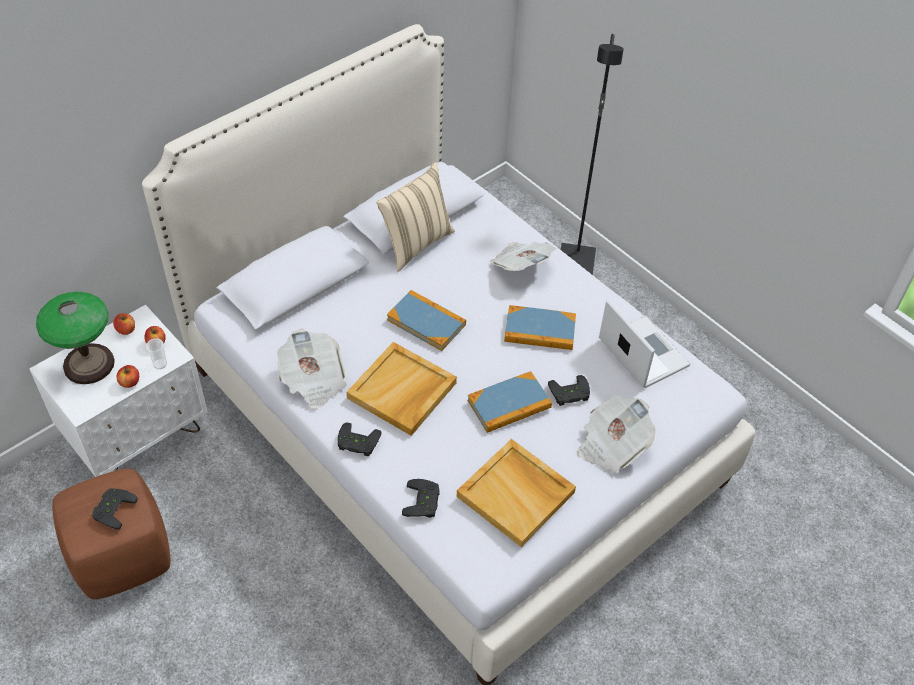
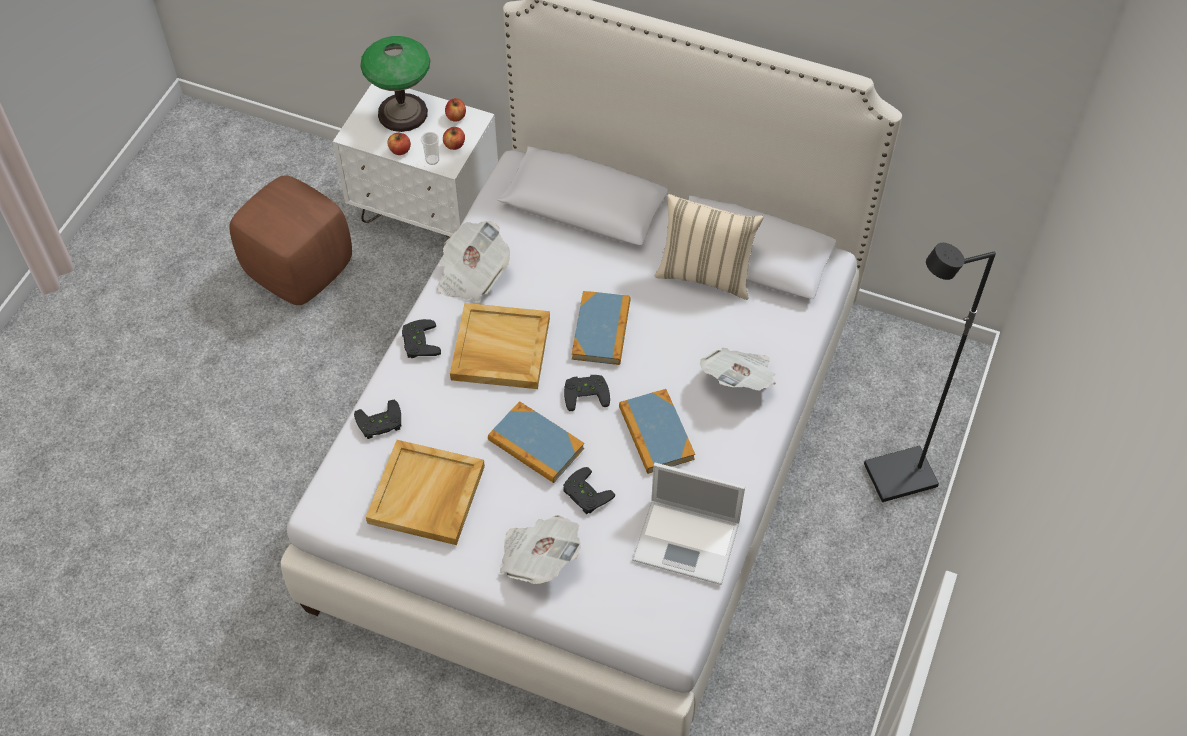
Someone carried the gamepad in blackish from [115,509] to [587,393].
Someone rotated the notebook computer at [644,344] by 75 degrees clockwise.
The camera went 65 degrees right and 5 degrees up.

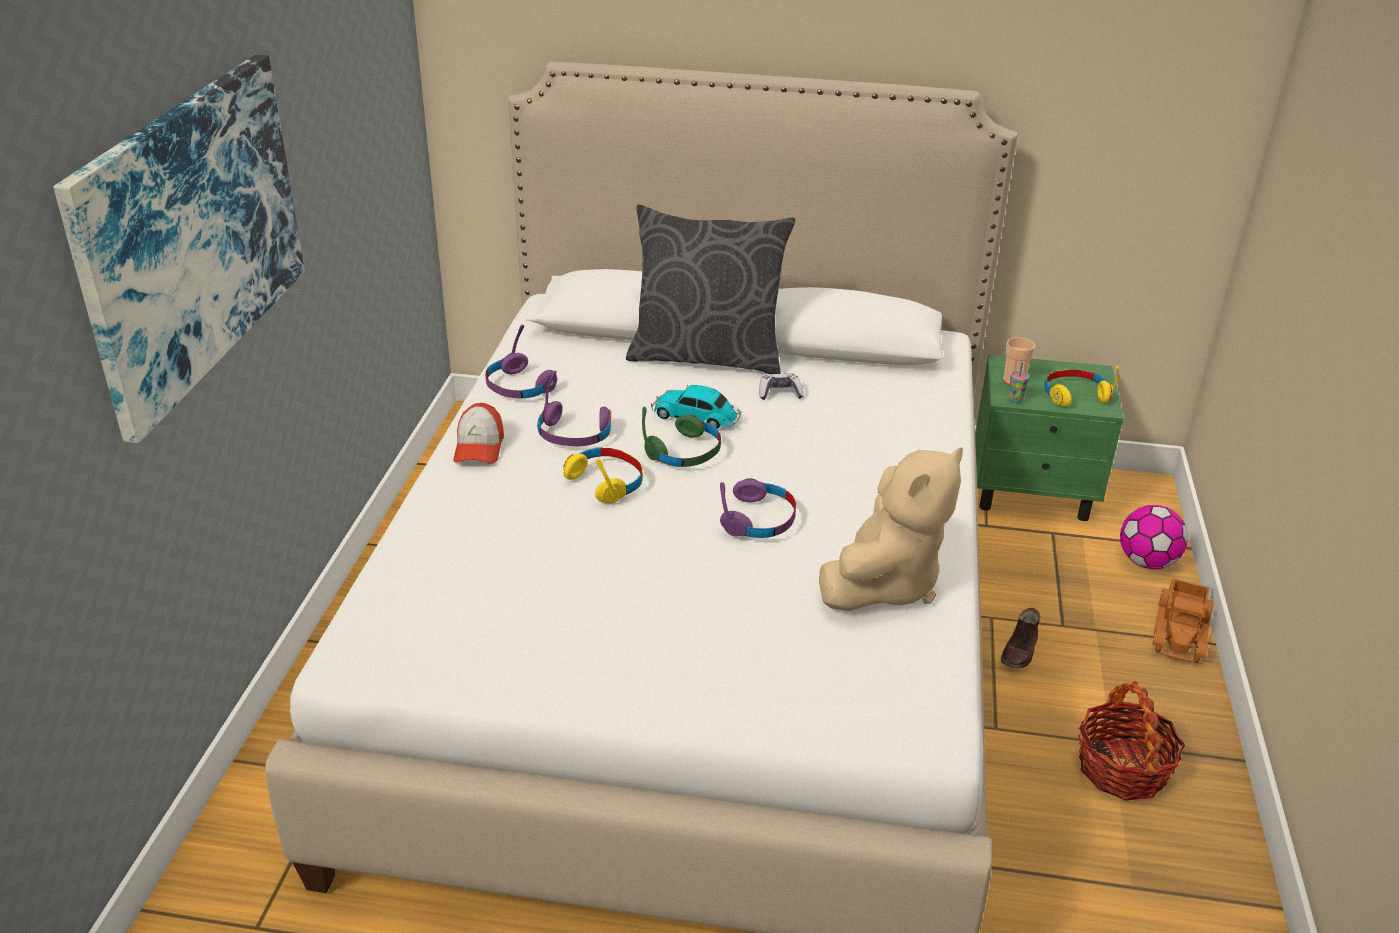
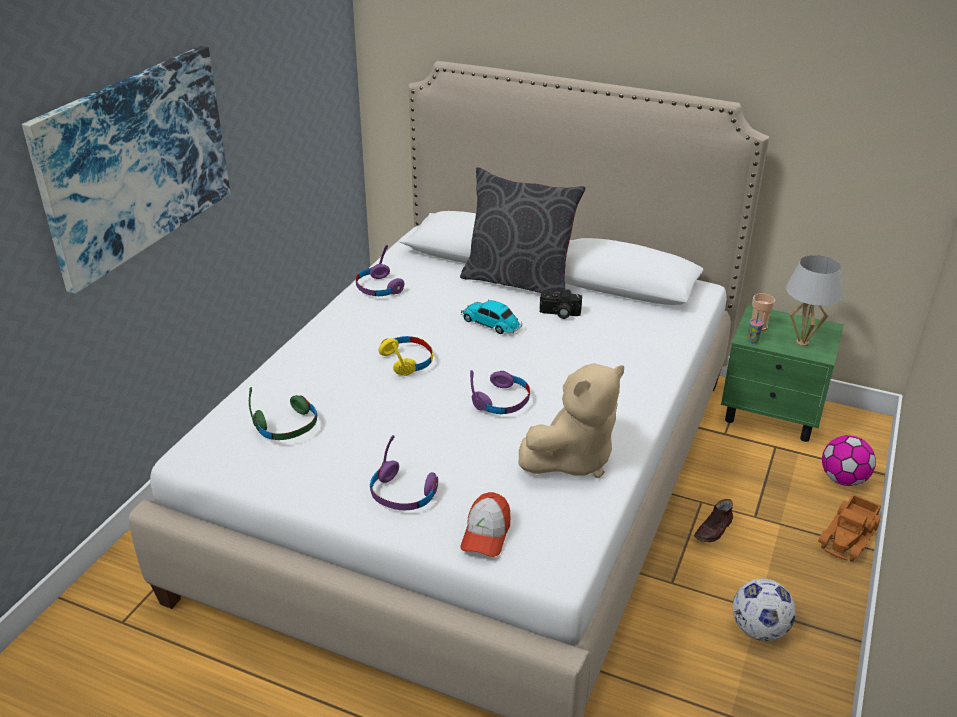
Someone carried the headset in greenish from [681,437] to [283,413].
Someone carried the headset in purple from [574,408] to [404,472].
Someone carried the baseball cap from [478,433] to [485,524].
Someone swapped the gamepad at [781,387] for the photo camera at [561,304].
Someone swapped the household basket at [1131,741] for the football at [764,609].
Someone swapped the headset in yellow-coloured at [1081,386] for the lamp for a table in whitish at [814,300].
The camera went 15 degrees right and 0 degrees up.

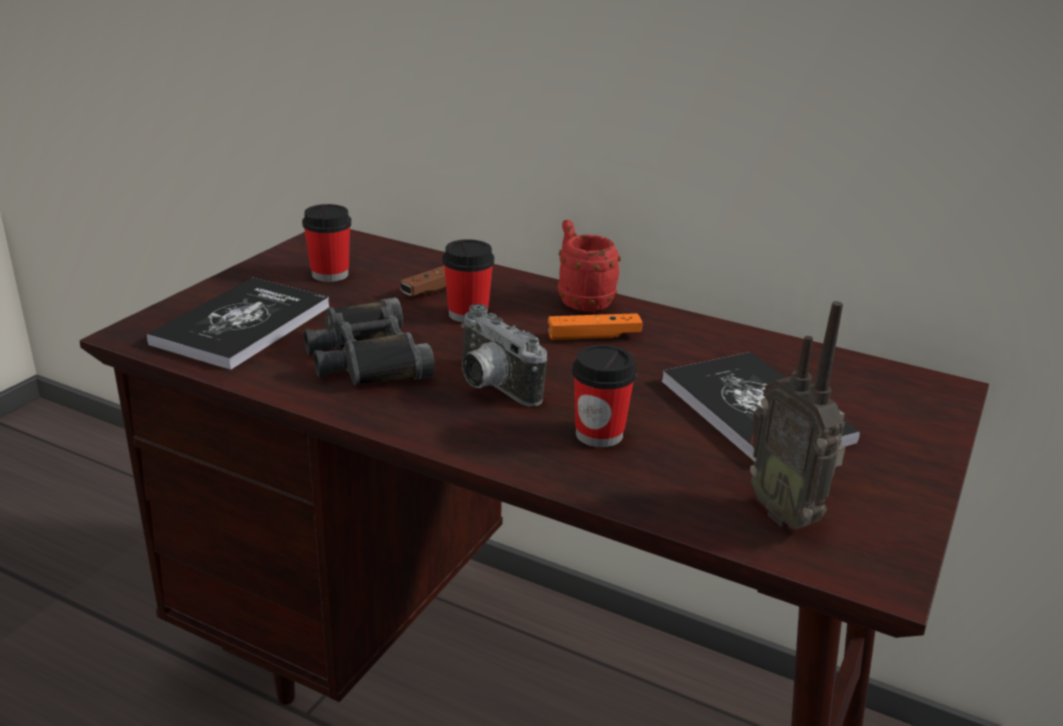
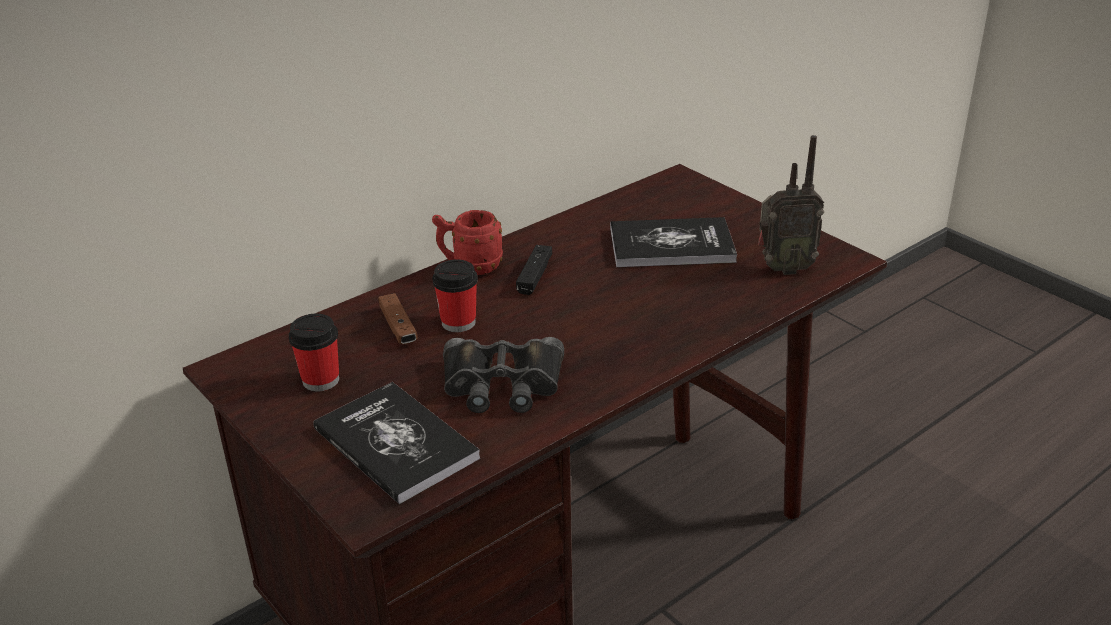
Someone repainted the gamepad in orangey at [595,326], which became the gamepad in blackish at [534,270].
Someone took away the photo camera at [504,355].
Someone took away the small cup at [604,396].
The camera went 65 degrees left and 5 degrees up.

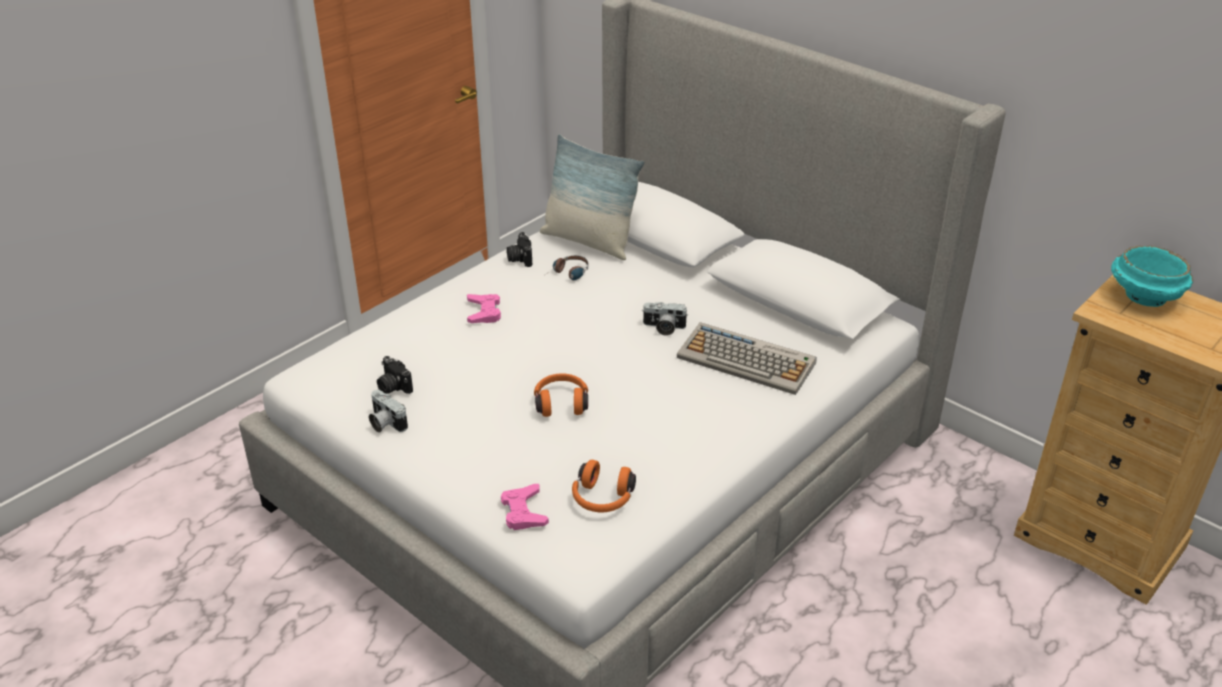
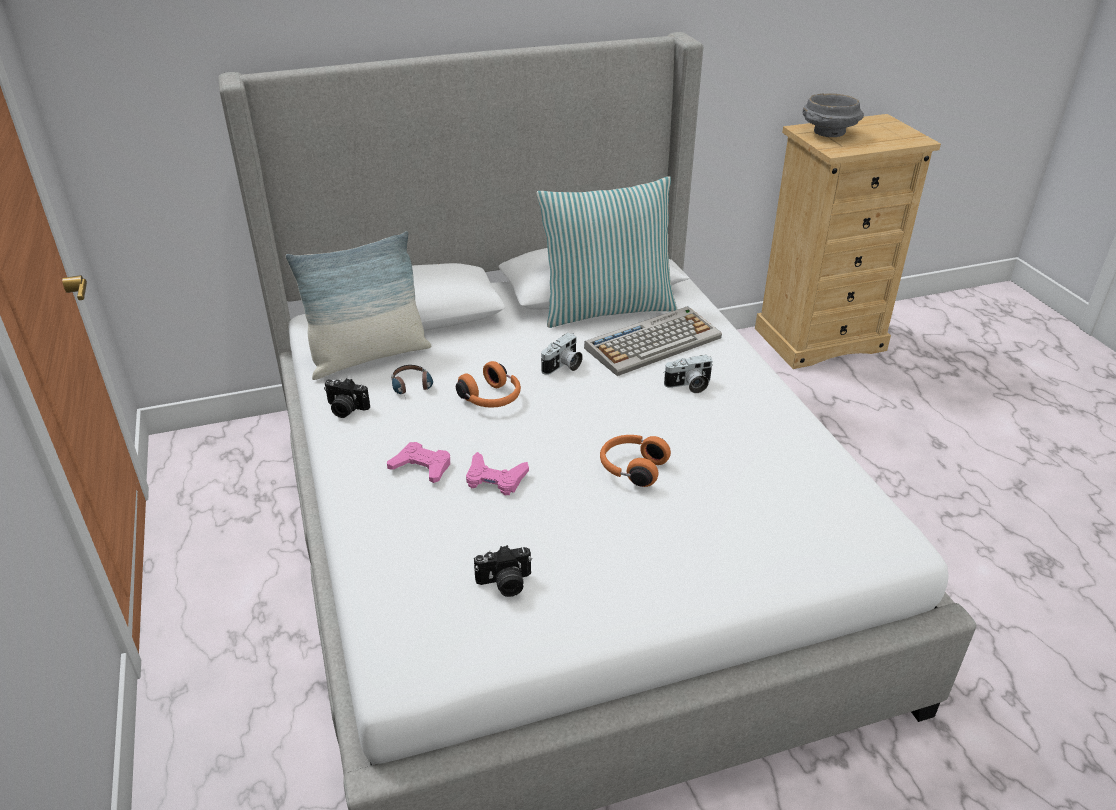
Someone carried the headset in orangey from [604,486] to [488,384].
Someone carried the gamepad in pink-coloured from [525,507] to [497,473].
Someone put down the cushion at [607,252].
Someone carried the photo camera from [388,411] to [688,374].
Someone repainted the bowl in turquoise at [1152,276], which became the bowl in greyish at [833,115].
The camera went 60 degrees left and 0 degrees up.

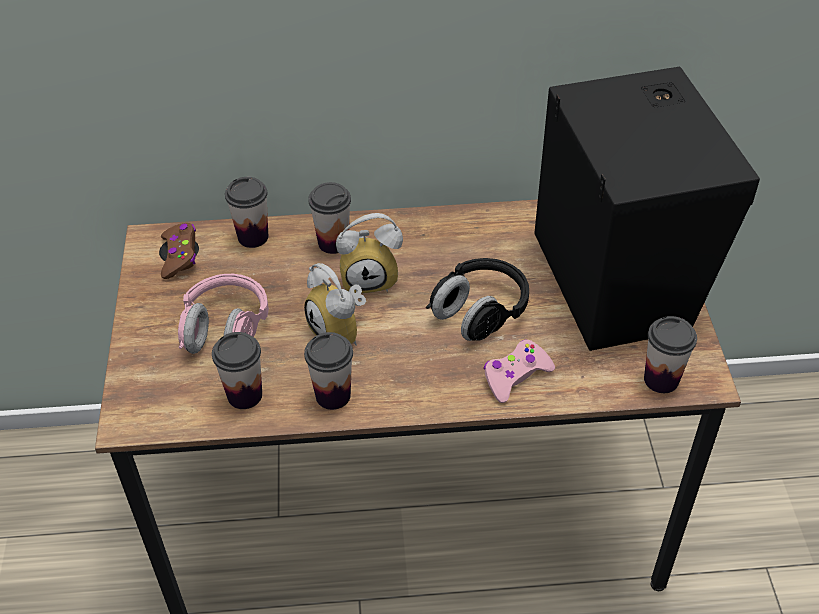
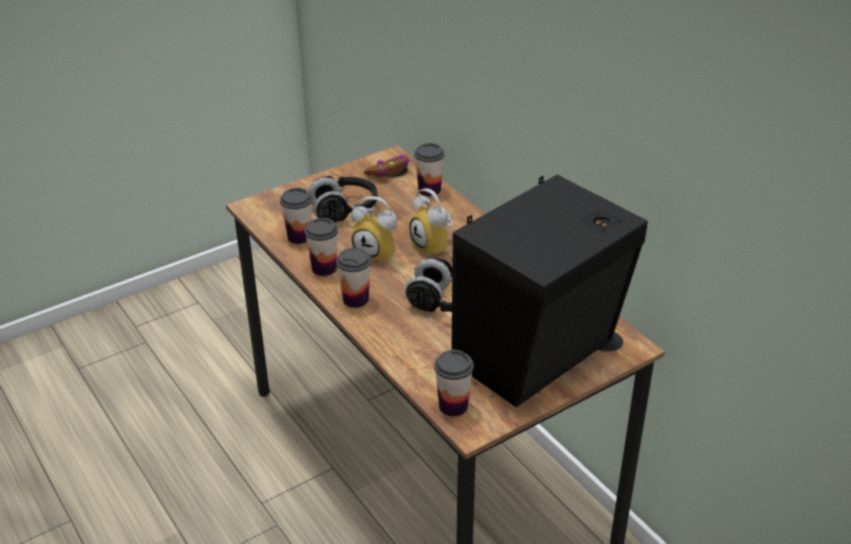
Someone repainted the headset in pink-coloured at [223,314], which became the headset in blackish at [343,199].
Someone carried the small cup from [329,218] to [353,278].
Someone rotated the alarm clock at [335,304] by 90 degrees counterclockwise.
Someone took away the gamepad in pink-coloured at [519,371].
The camera went 60 degrees right and 10 degrees down.

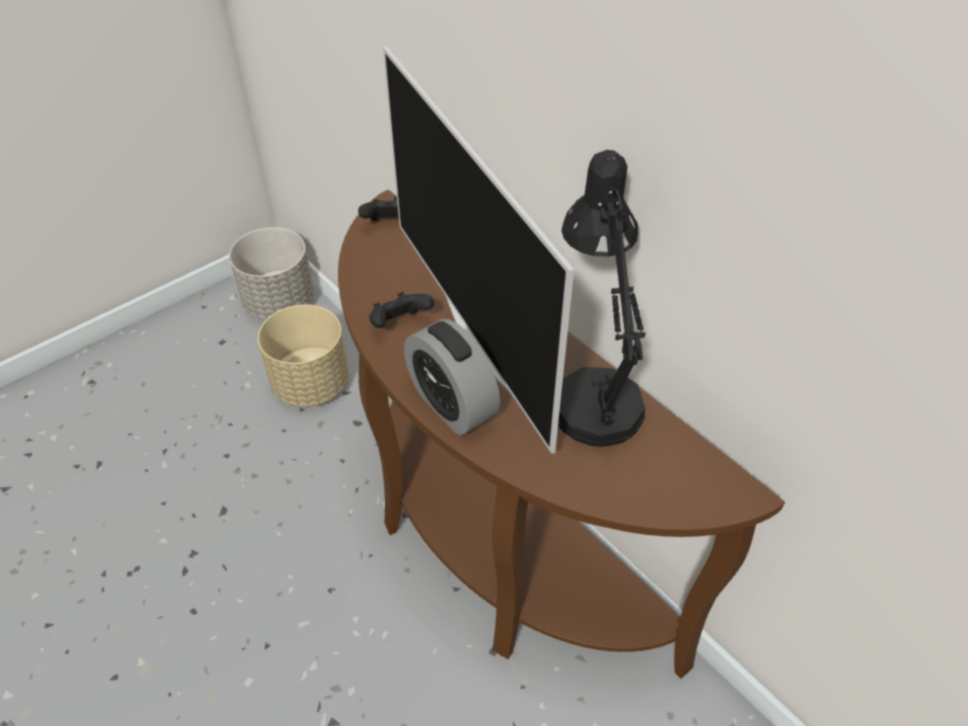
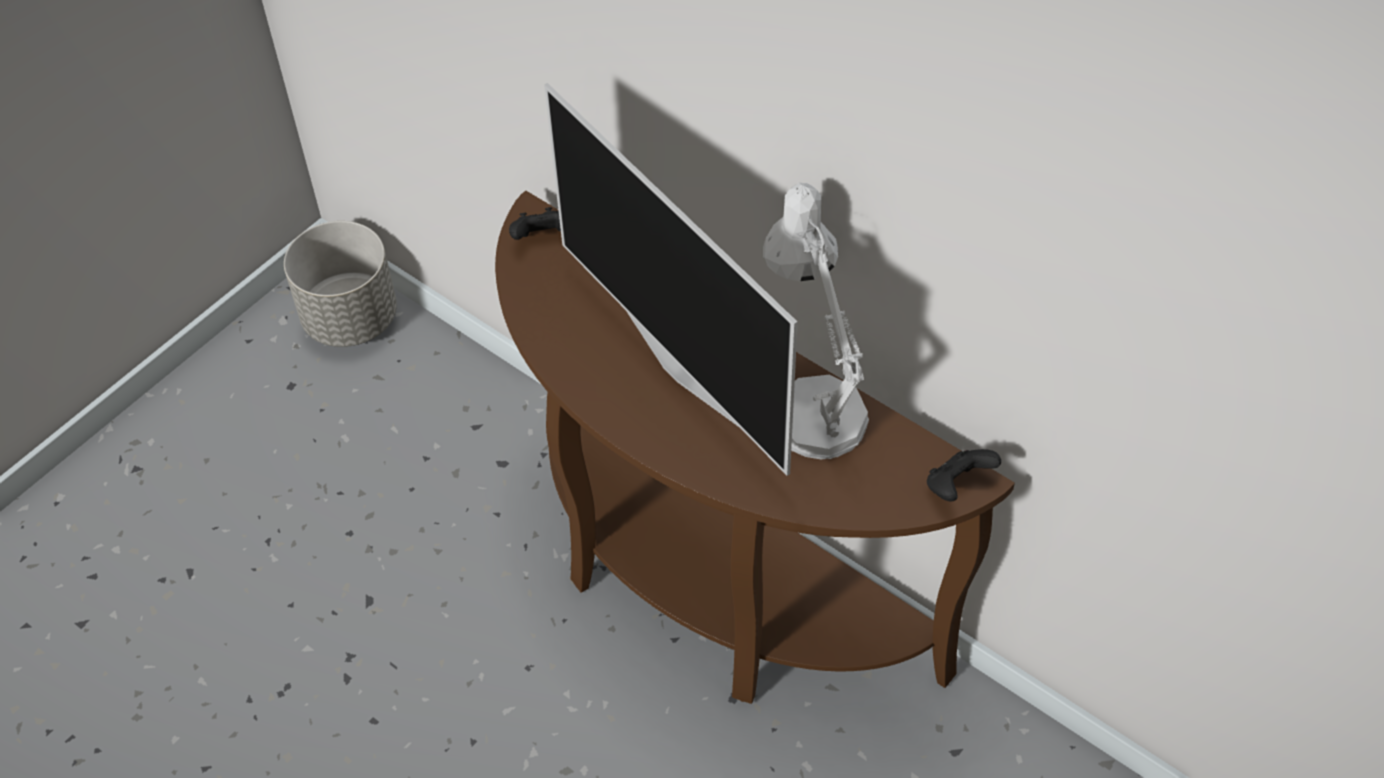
Someone repainted the lamp for a table in blackish at [602,298], which became the lamp for a table in whitish at [816,321].
Someone carried the gamepad in blackish from [401,310] to [964,475].
Someone took away the flower pot in beige at [303,355].
Someone took away the alarm clock at [452,377].
The camera went 10 degrees left and 5 degrees up.

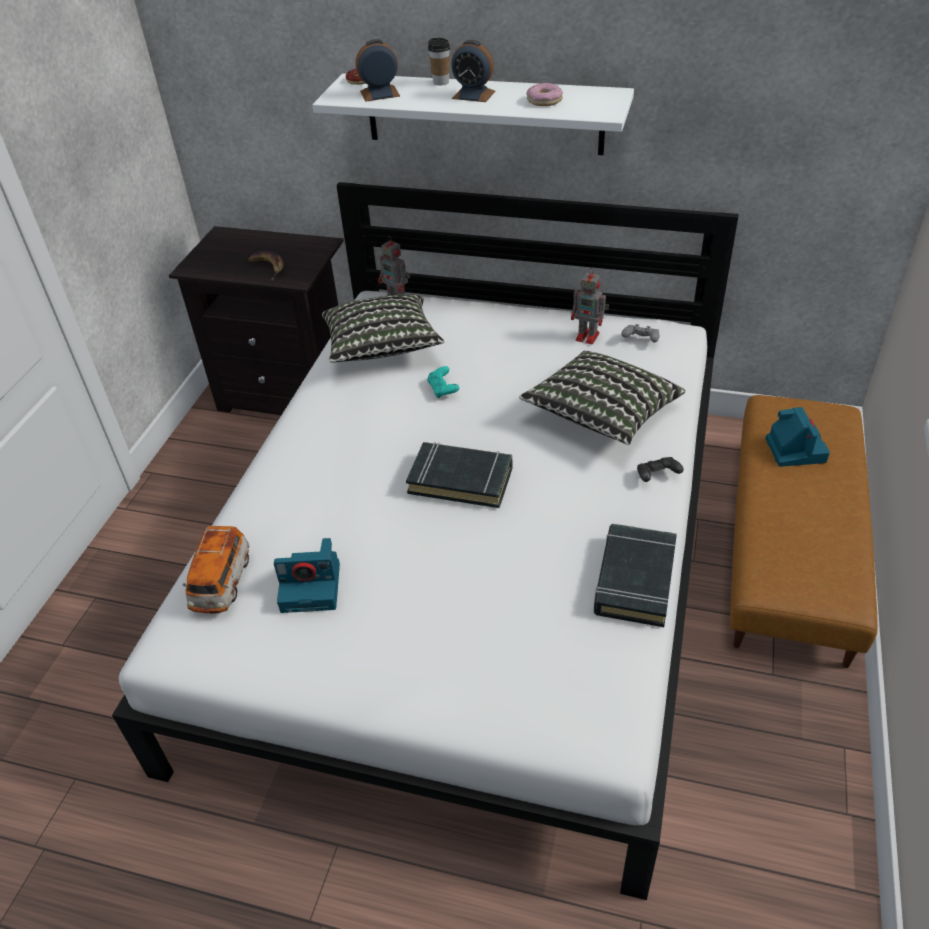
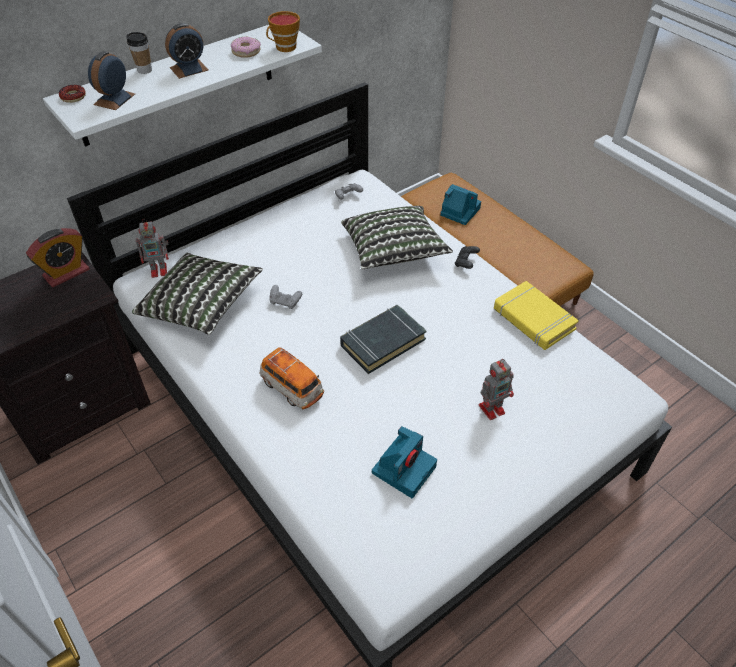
Someone put down the alarm clock at [58,257].
Someone carried the miniature car from [216,570] to [292,378].
Someone put down the small cup at [283,31].
Someone repainted the gamepad in turquoise at [443,382], which became the gamepad in greyish at [285,297].
Someone carried the model robot from [590,306] to [496,389].
Someone repainted the bound book in blackish at [635,575], which became the bound book in yellow-coloured at [536,315].
Someone took away the banana at [266,265].
The camera went 55 degrees left and 5 degrees up.

